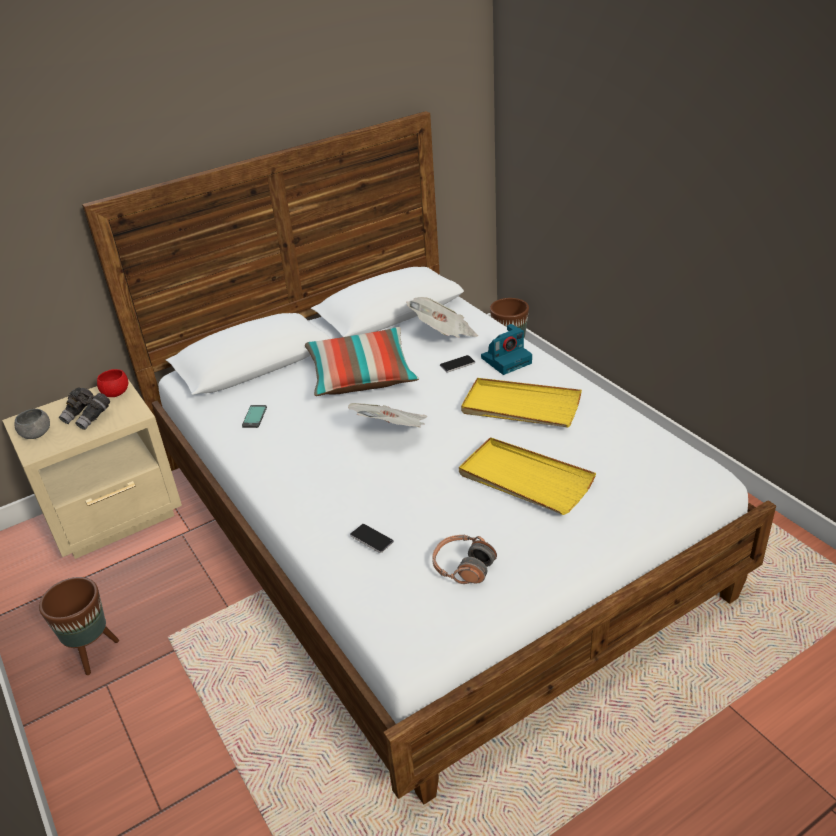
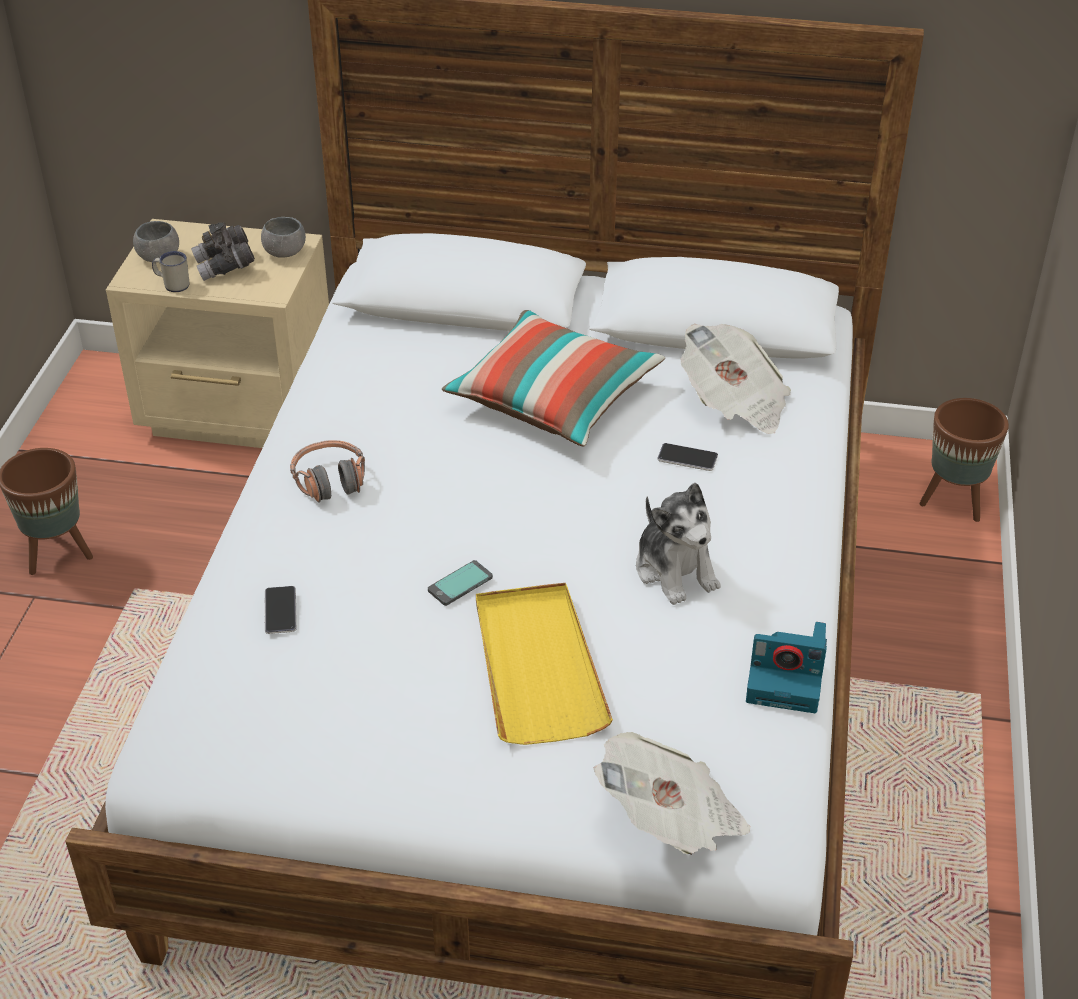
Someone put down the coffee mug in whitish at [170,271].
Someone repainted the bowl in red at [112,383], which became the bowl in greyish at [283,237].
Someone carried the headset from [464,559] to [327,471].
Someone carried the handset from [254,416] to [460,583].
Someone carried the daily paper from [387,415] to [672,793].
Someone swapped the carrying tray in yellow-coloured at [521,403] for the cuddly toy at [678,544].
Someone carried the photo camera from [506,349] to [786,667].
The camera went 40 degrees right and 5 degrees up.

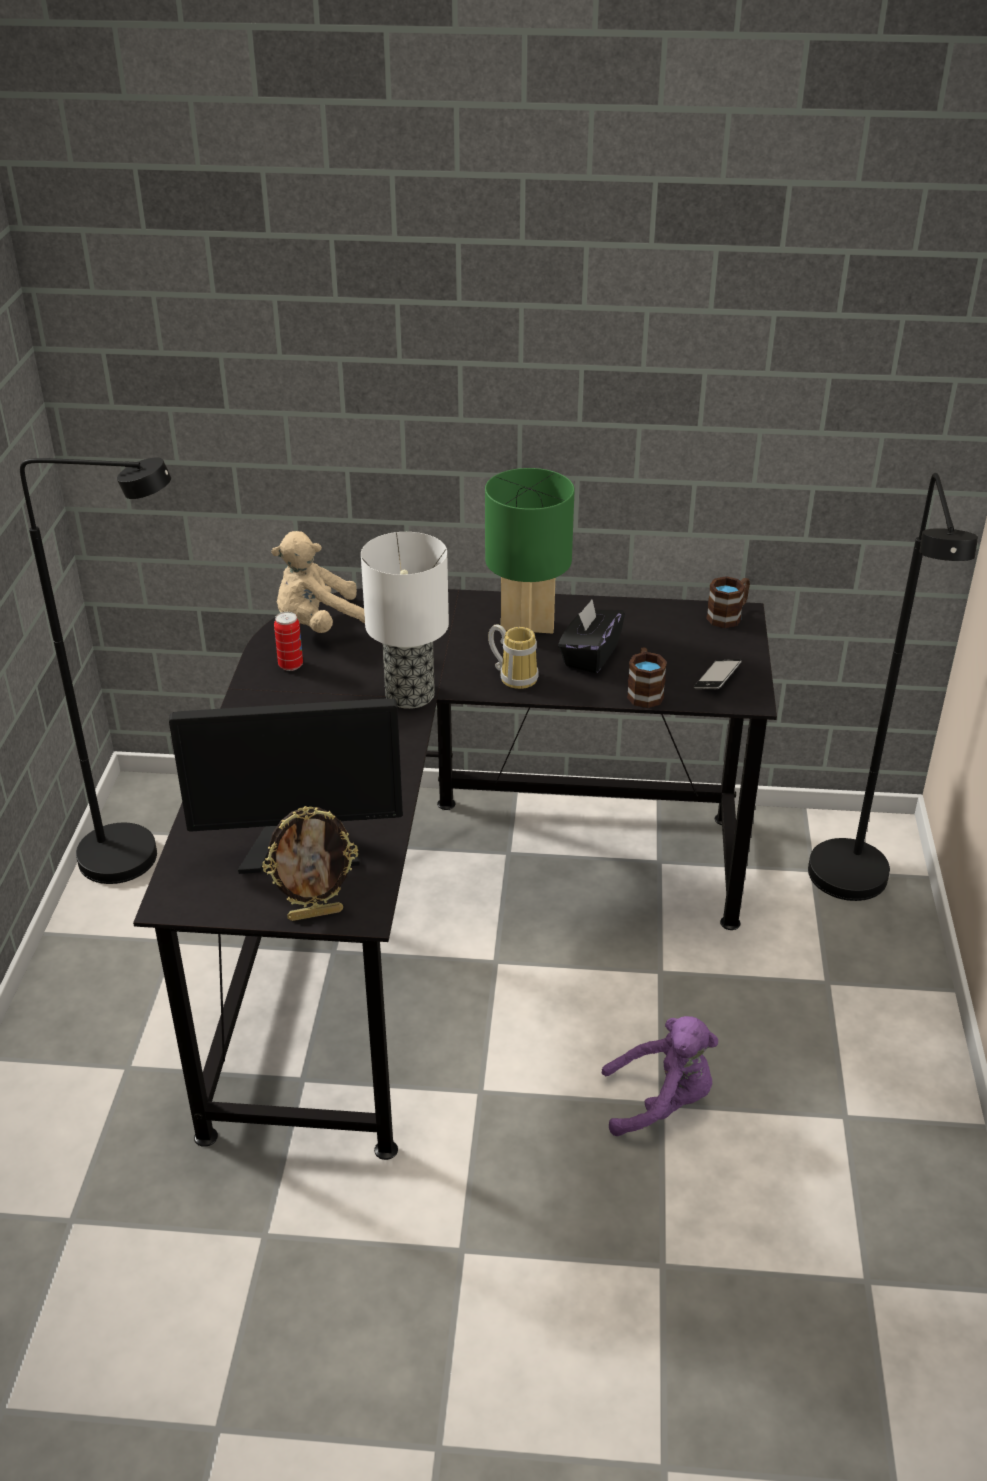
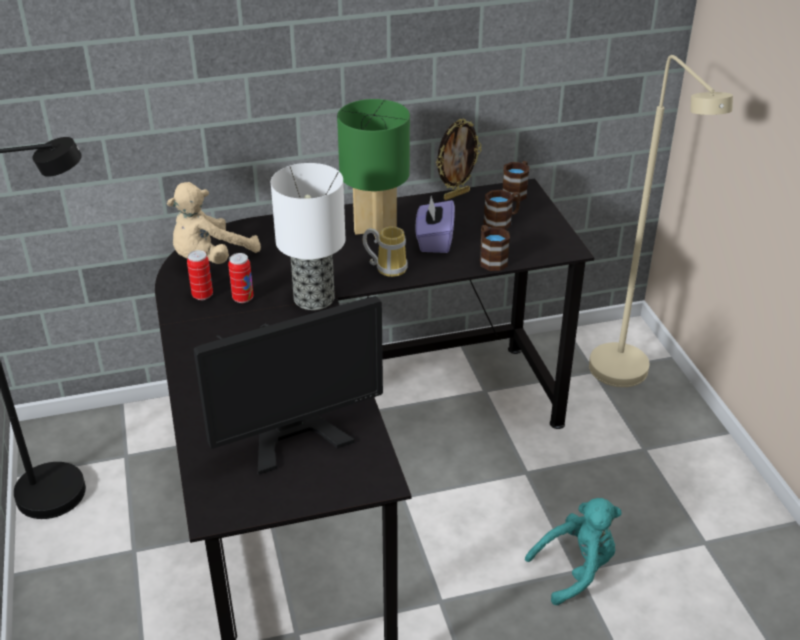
Someone put down the can at [240,278].
Someone repainted the tissue box in blackish at [591,636], which became the tissue box in purple at [435,224].
Someone carried the standing frame from [310,863] to [459,159].
Someone put down the coffee mug in brown-coloured at [502,210].
Someone repainted the cuddly toy in purple at [660,1076], which became the cuddly toy in turquoise at [573,551].
Someone repainted the standing lamp in blackish at [893,687], which became the standing lamp in beige at [661,221].
Someone took away the handset at [718,674].
The camera went 20 degrees left and 0 degrees up.

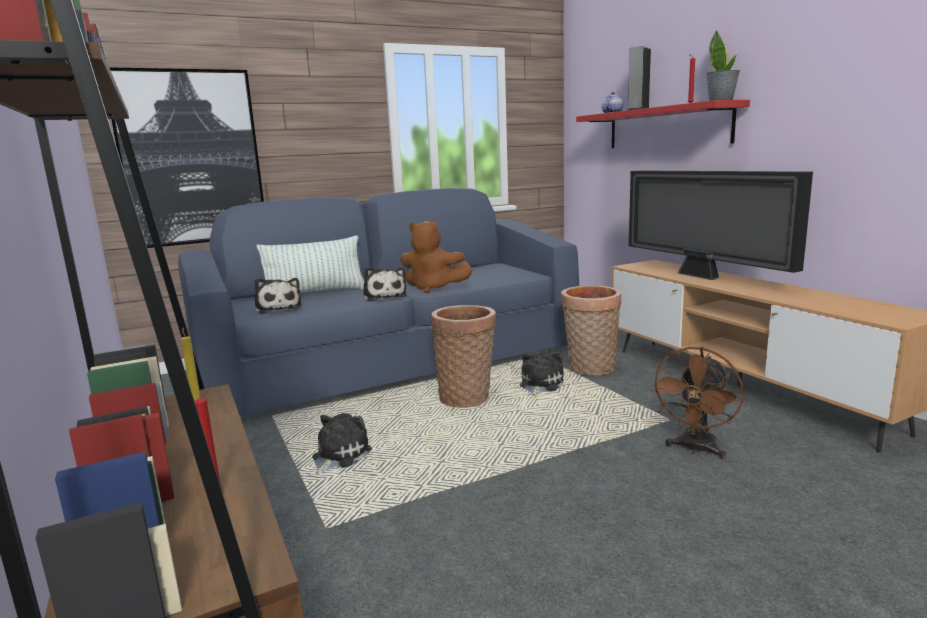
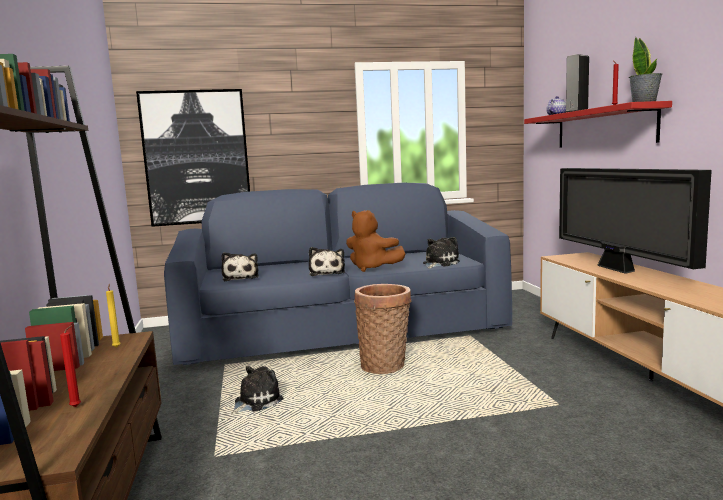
Someone carried the cuddly toy from [542,374] to [441,253].
Someone took away the cushion at [310,264].
Someone took away the household basket at [591,330].
Someone took away the electric fan in brown-coloured at [697,403].
The camera went 15 degrees right and 5 degrees down.

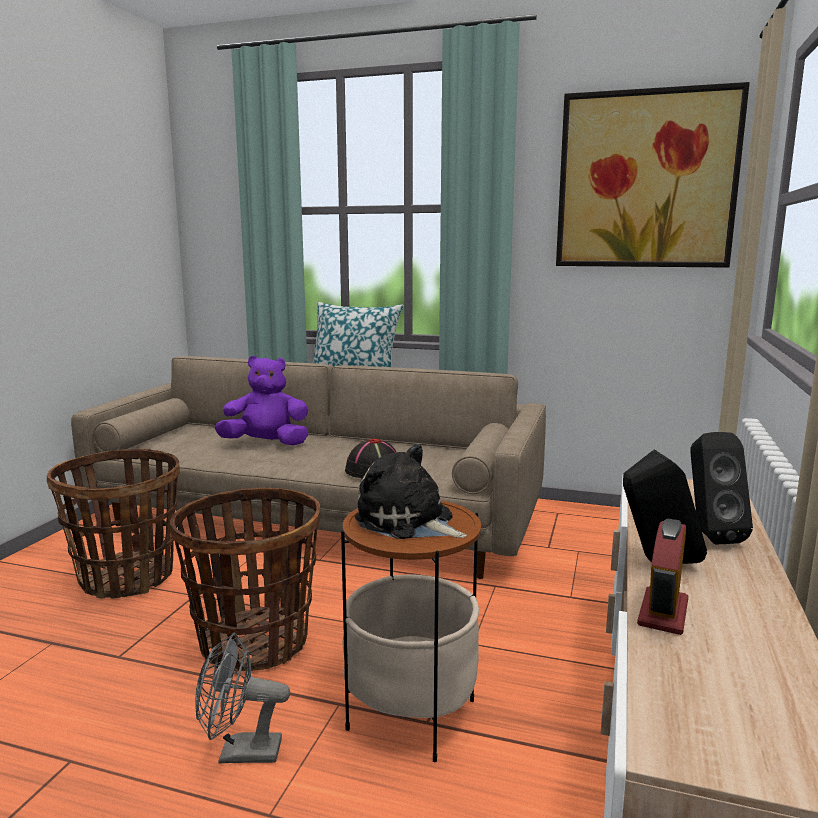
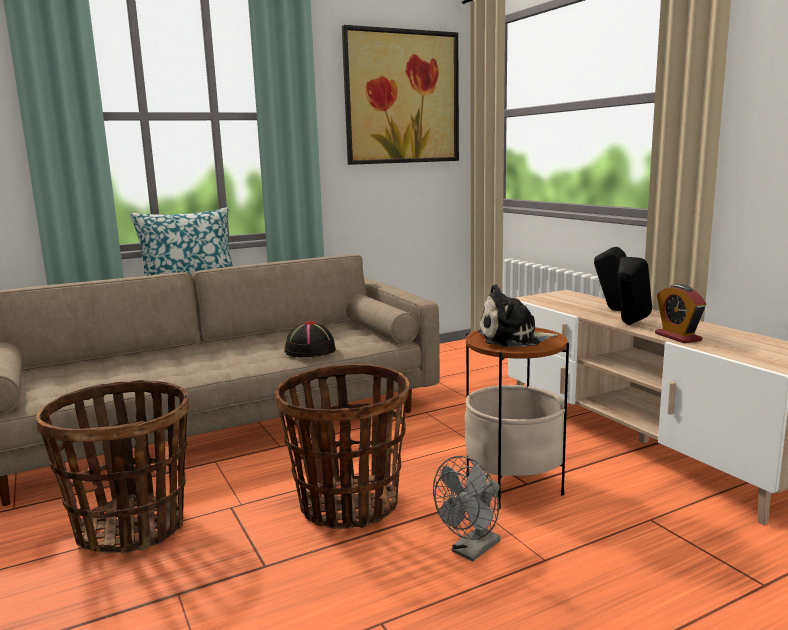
Someone took away the cuddly toy in purple at [261,400].
The camera went 45 degrees left and 0 degrees up.

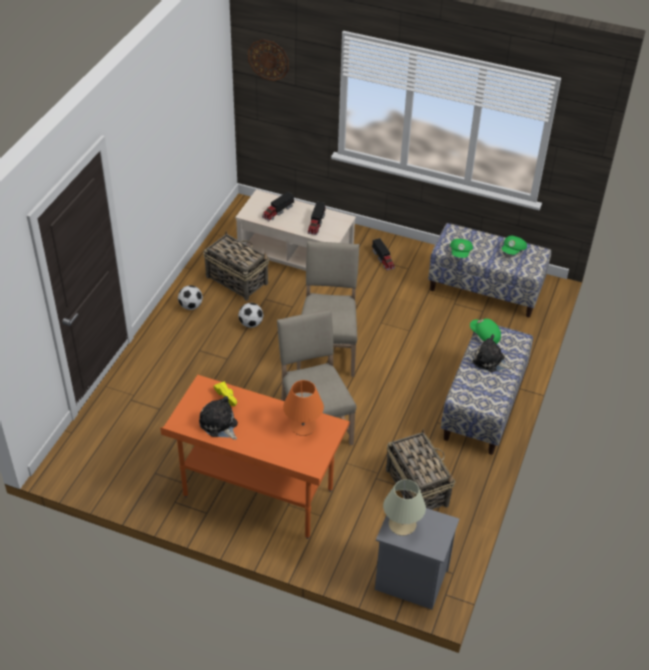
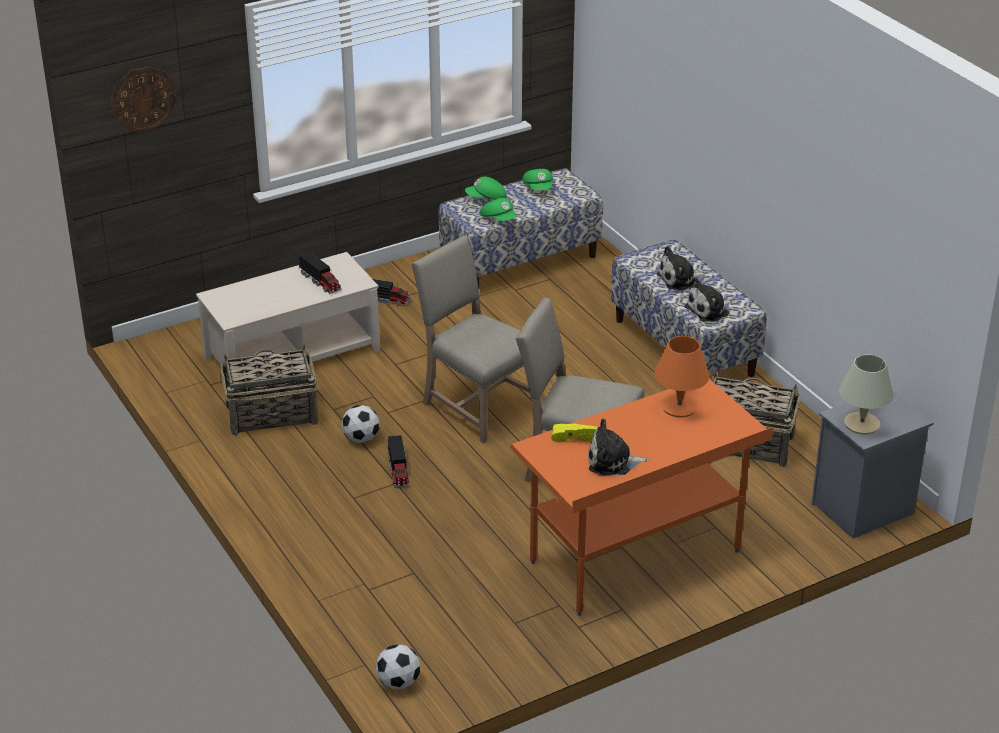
Someone carried the football from [190,297] to [398,666].
Someone carried the toy truck from [278,206] to [398,461].
Someone carried the baseball cap in greenish from [485,331] to [486,188].
Someone put down the cuddly toy at [708,299].
The camera went 50 degrees left and 10 degrees down.

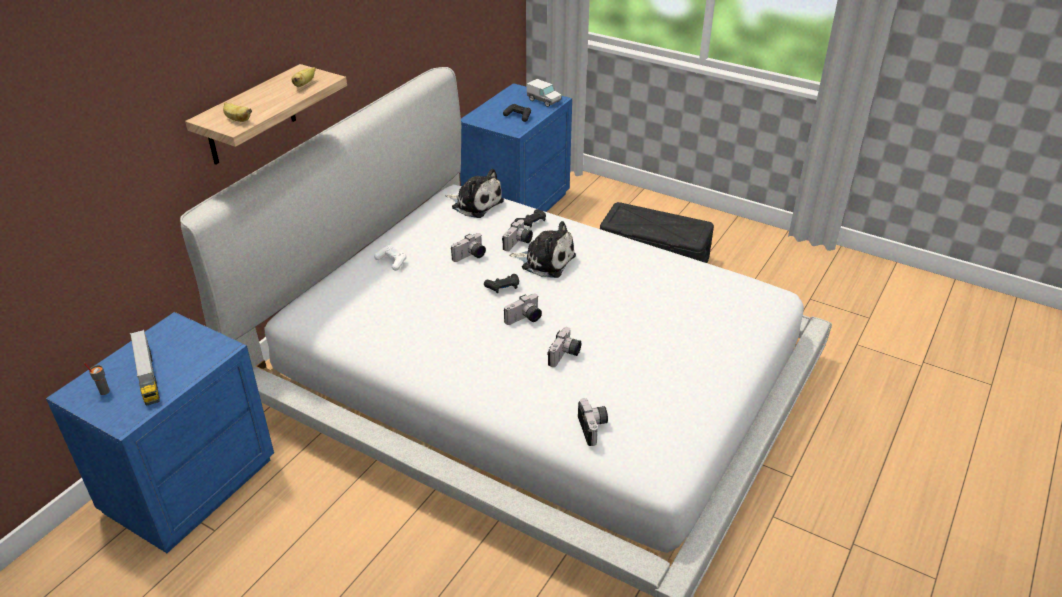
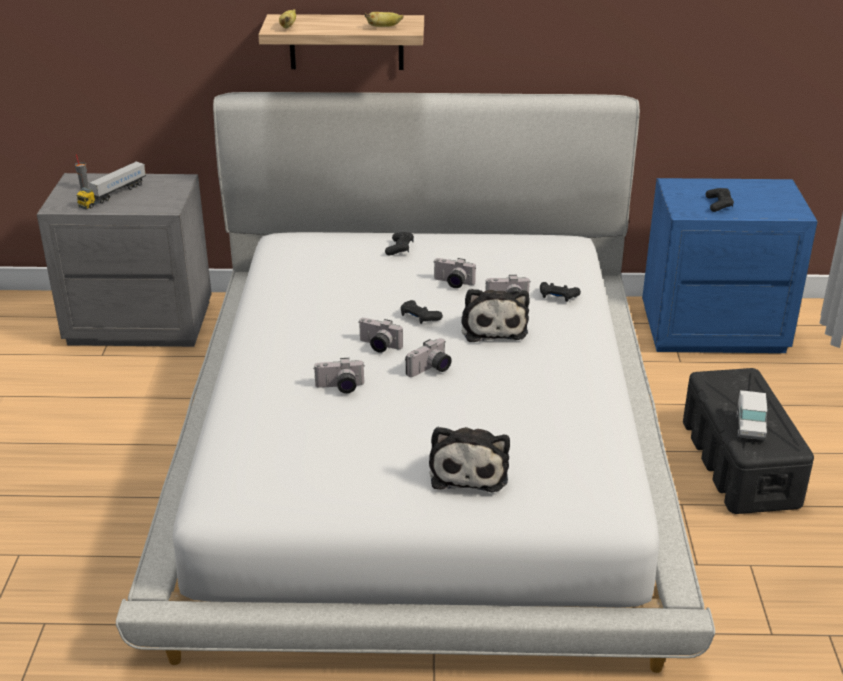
Someone repainted the bedside table in bluish at [160,432], which became the bedside table in greyish at [124,260].
Someone repainted the gamepad in whitish at [390,258], which became the gamepad in blackish at [399,244].
Someone carried the photo camera from [593,422] to [428,357].
Someone carried the cuddly toy from [475,193] to [469,459].
Someone carried the toy truck from [544,93] to [752,415].
The camera went 60 degrees right and 5 degrees down.

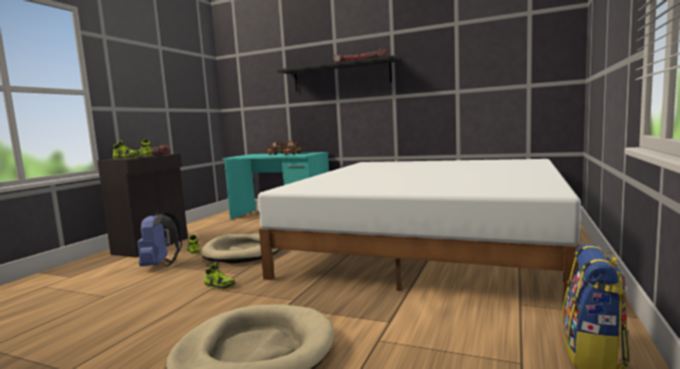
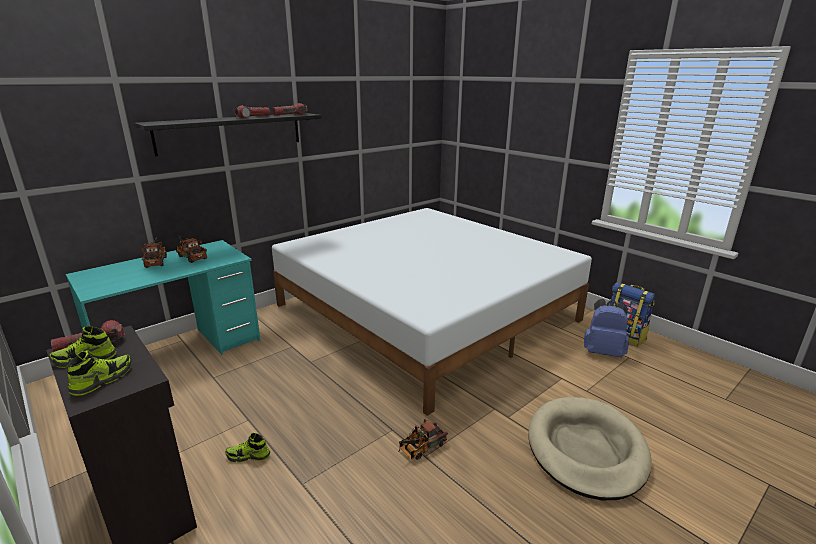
Someone swapped the shoe at [220,276] for the toy truck at [423,439].
Someone carried the rucksack in bluish from [159,239] to [606,328].
Someone took away the dog cushion in beige at [241,249].
The camera went 65 degrees left and 15 degrees up.

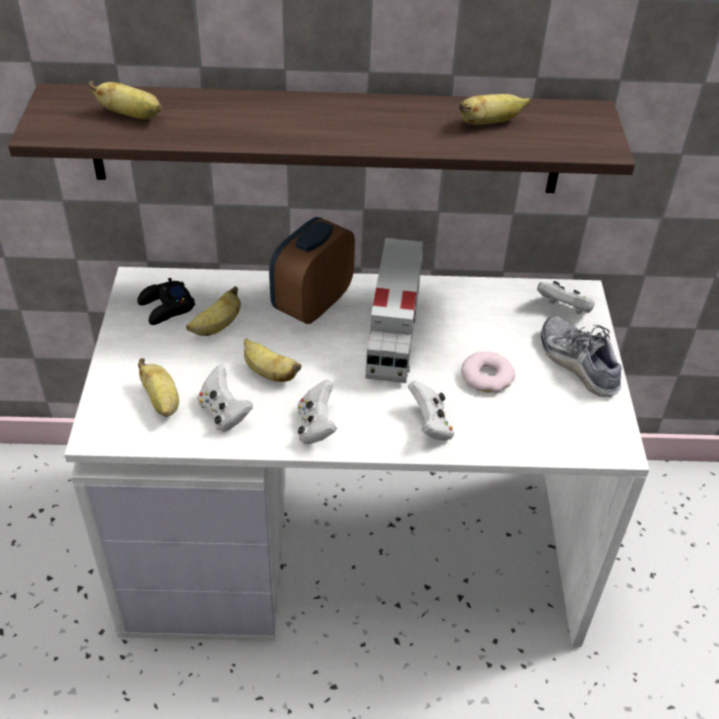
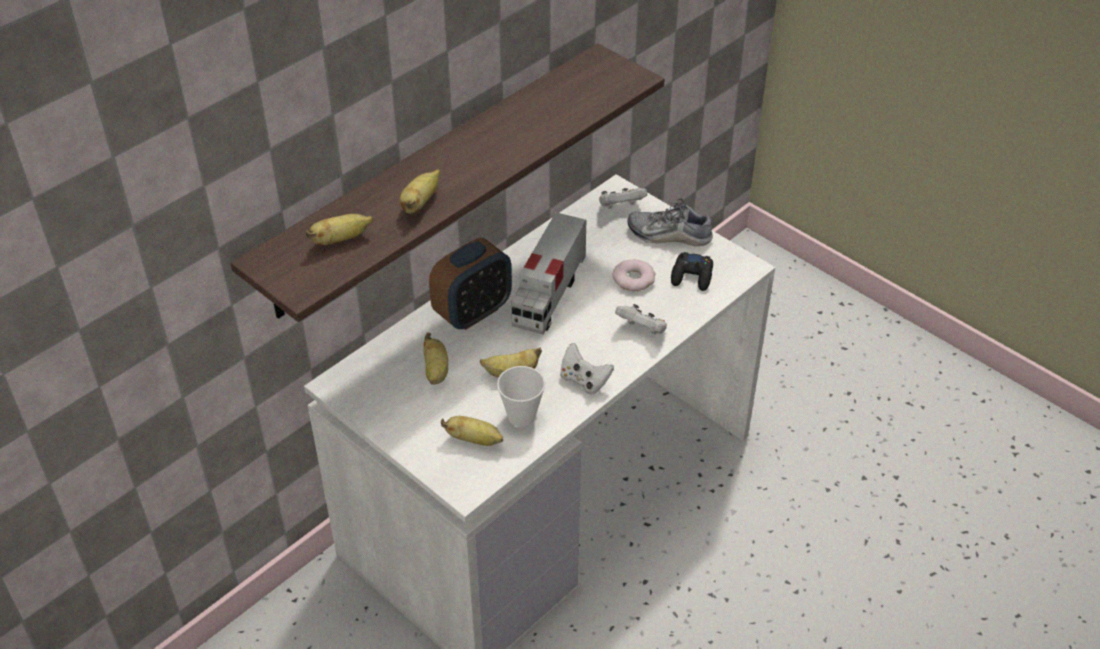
Someone carried the banana from [494,109] to [420,191].
Someone rotated the alarm clock at [312,270] by 120 degrees counterclockwise.
Someone swapped the gamepad in whitish at [225,399] for the small cup at [521,396].
Someone rotated the toy truck at [394,310] by 60 degrees clockwise.
Someone carried the gamepad in blackish from [166,301] to [692,271].
The camera went 45 degrees left and 0 degrees up.

